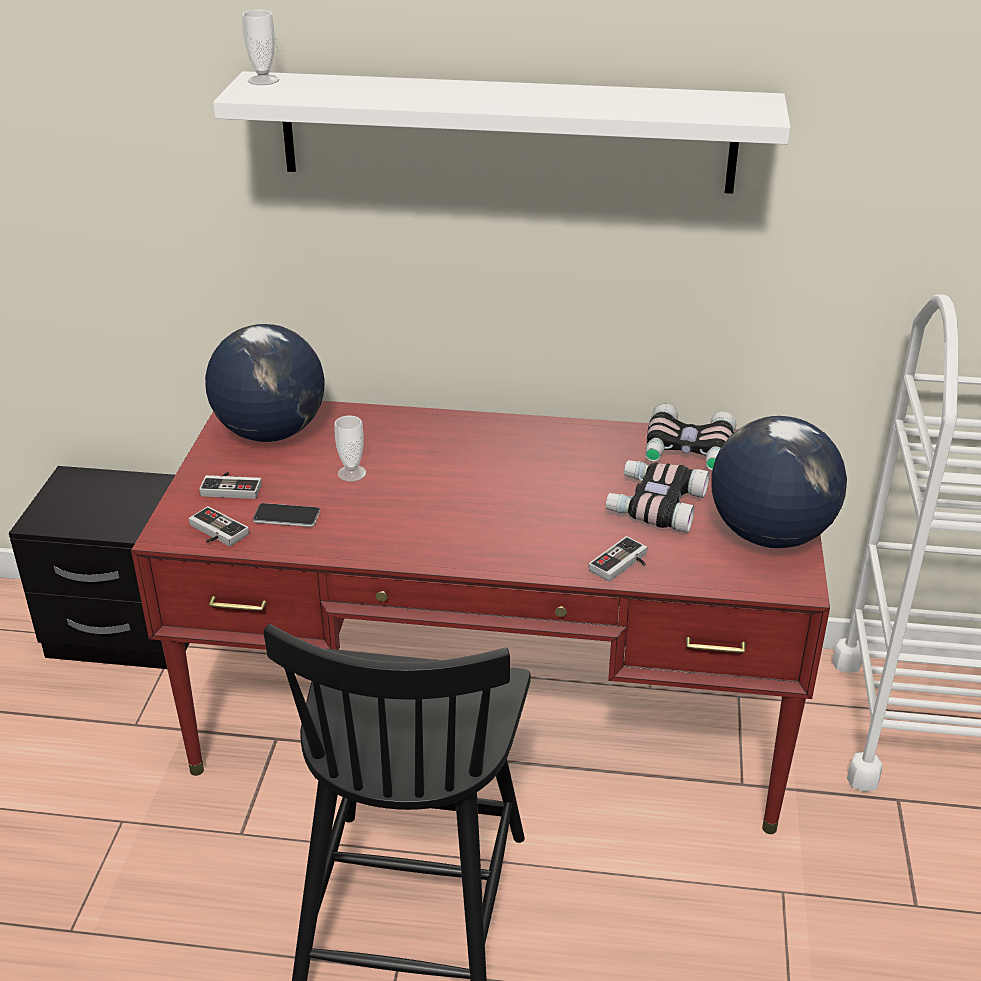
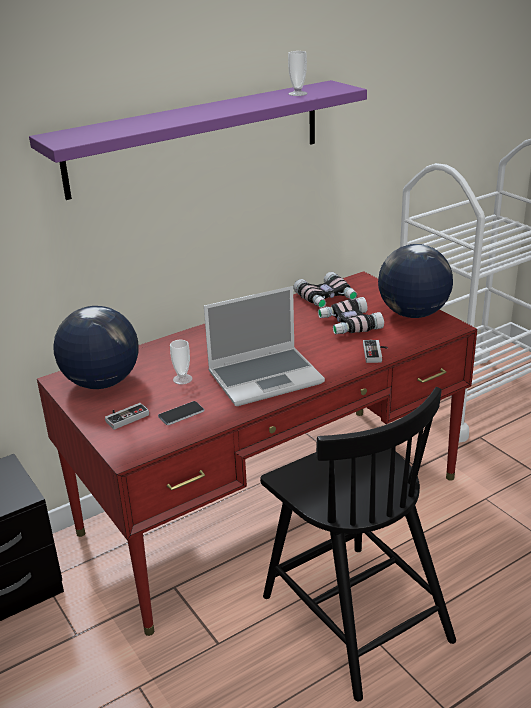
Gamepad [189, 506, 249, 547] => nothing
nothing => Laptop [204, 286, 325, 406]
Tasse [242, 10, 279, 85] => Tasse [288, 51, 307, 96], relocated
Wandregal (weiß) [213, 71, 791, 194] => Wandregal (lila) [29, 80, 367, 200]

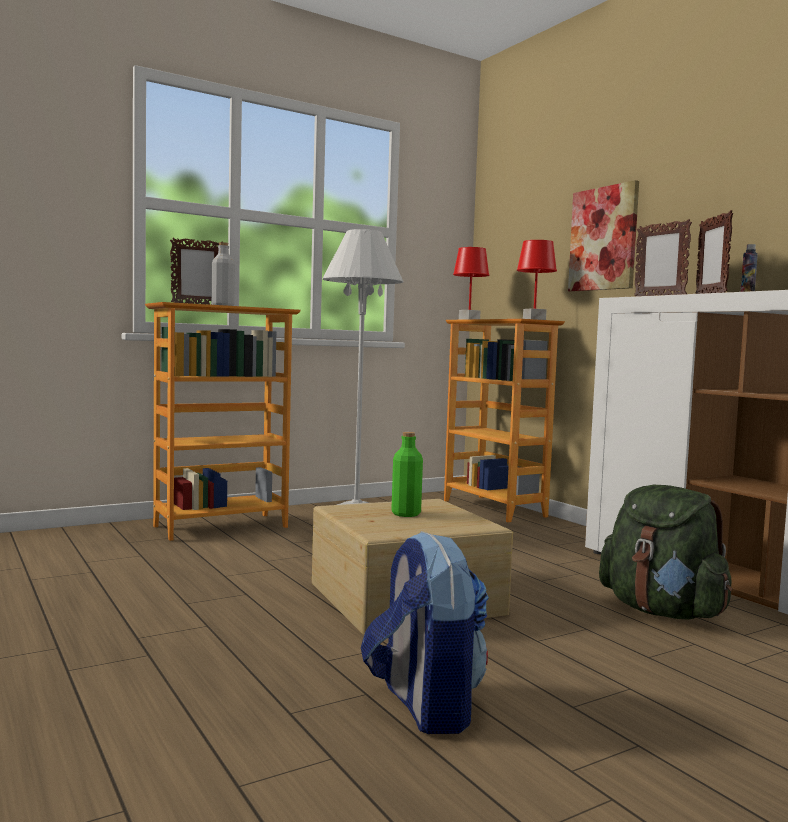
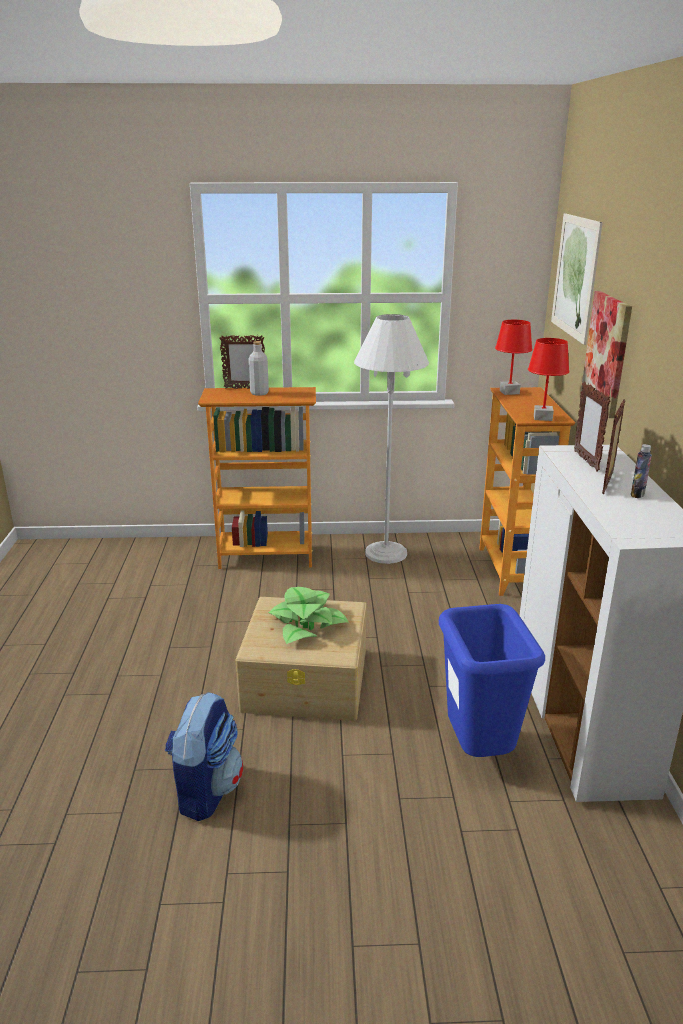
nothing => Bild [551, 213, 603, 345]
Flasche (grün) [391, 432, 423, 517] => Topfpflanze [268, 587, 348, 644]
Rucksack (grün) [599, 485, 732, 620] => Mülleimer (blau) [439, 604, 545, 757]

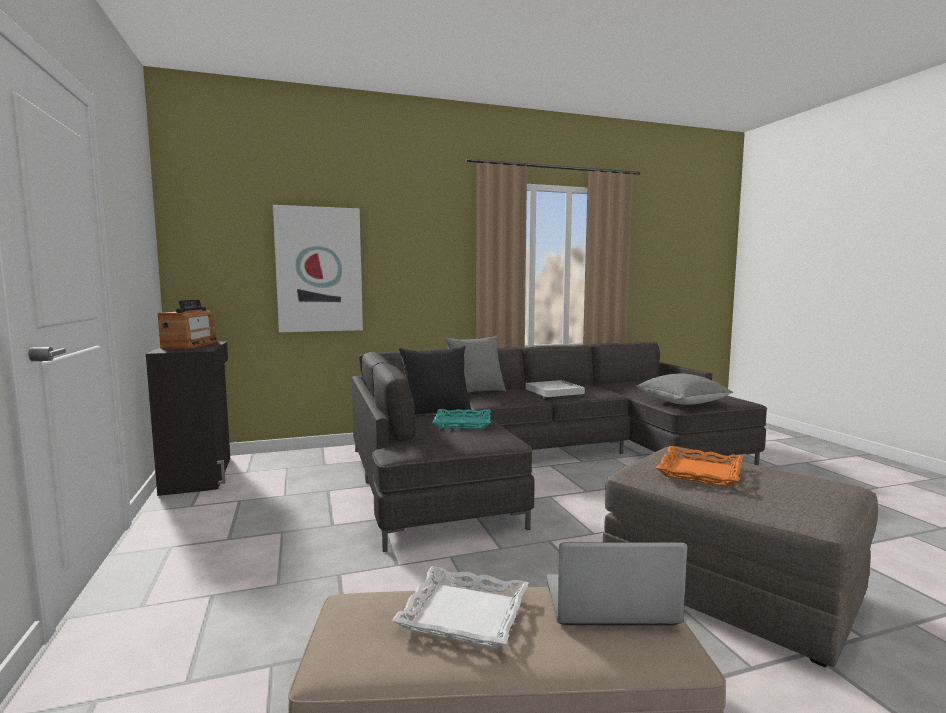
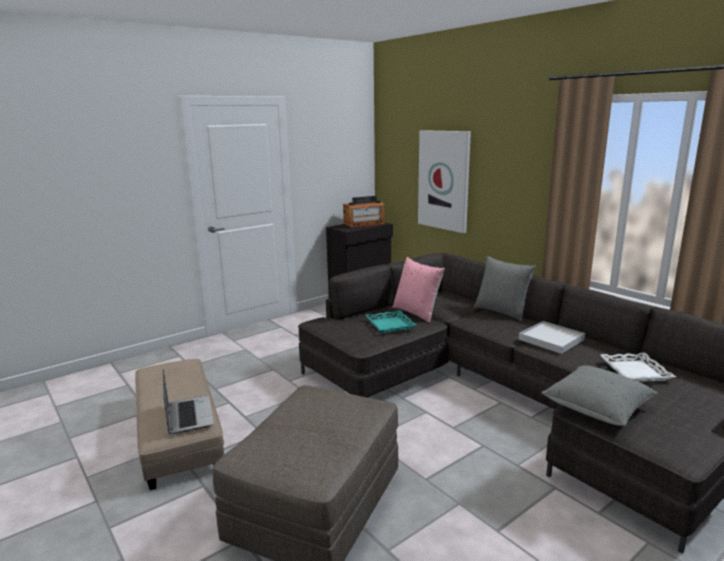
Tablett (orange) [656, 446, 743, 487] => nothing
Tablett (weiß) [392, 566, 529, 648] => Tablett (weiß) [600, 353, 676, 382], relocated
Kissen (schwarz) [399, 346, 471, 415] => Kissen (rosa) [393, 257, 445, 323]

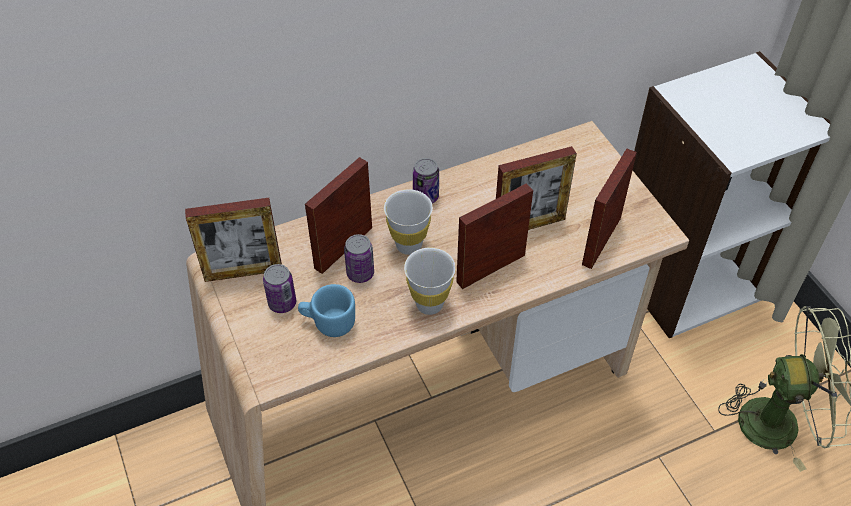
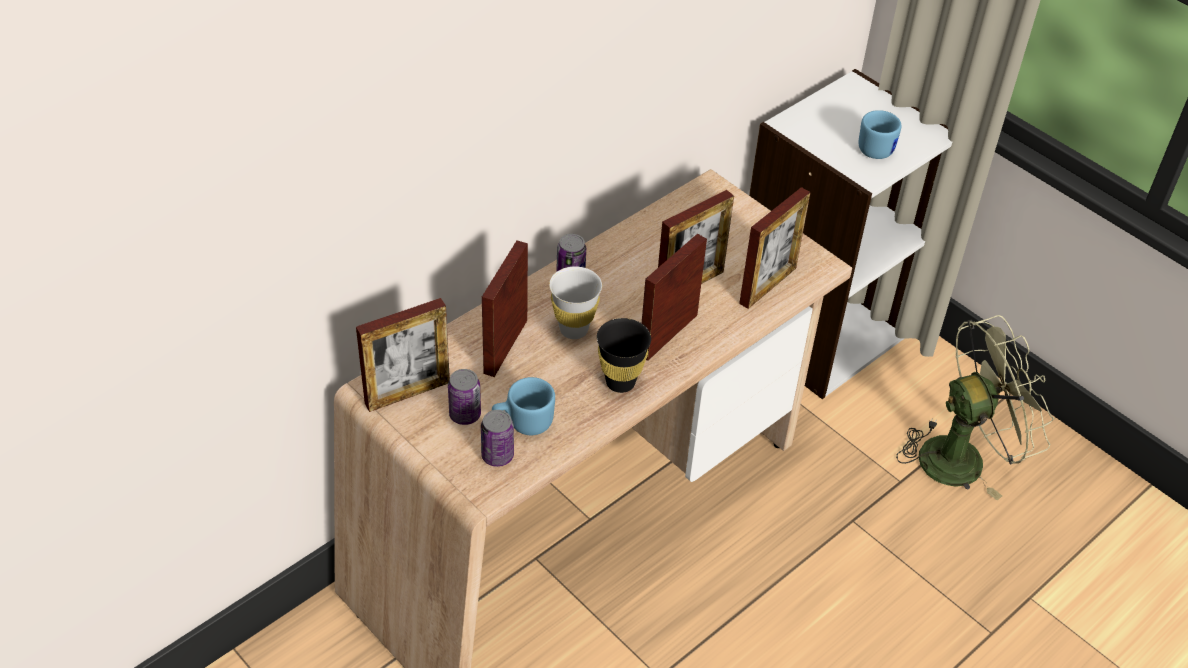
nothing => Henkelbecher (blau) [859, 110, 901, 159]
Dose [344, 234, 374, 283] => Dose [481, 410, 514, 467], relocated
Tasse (weiß) [404, 248, 456, 315] => Tasse (schwarz) [597, 318, 651, 393]
Bilderrahmen [582, 149, 637, 269] => Bilderrahmen [739, 187, 811, 309], 150 degrees counterclockwise

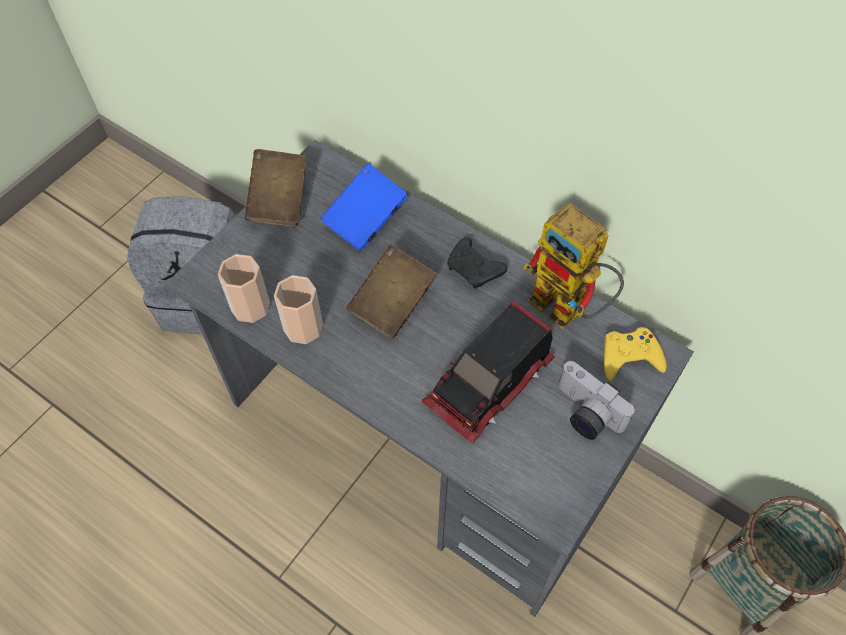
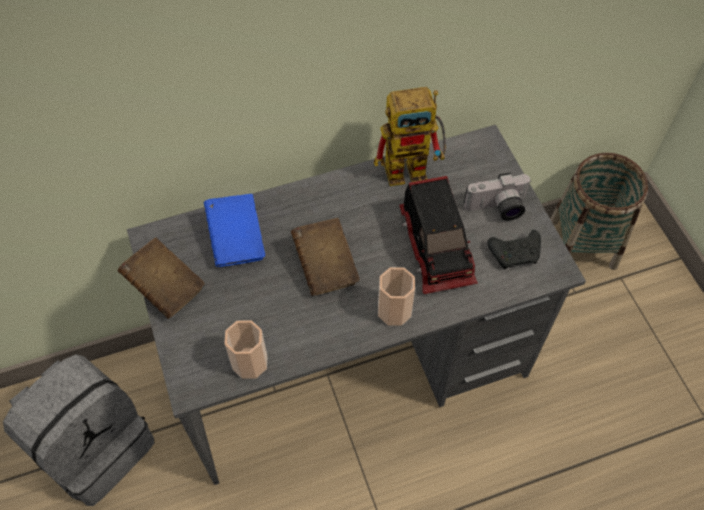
Gamepad (gelb) [604, 327, 667, 381] => nothing
Tasse [274, 275, 323, 344] => Tasse [378, 267, 415, 326], relocated
Gamepad (schwarz) [447, 237, 507, 289] => Gamepad (schwarz) [487, 230, 541, 269], relocated

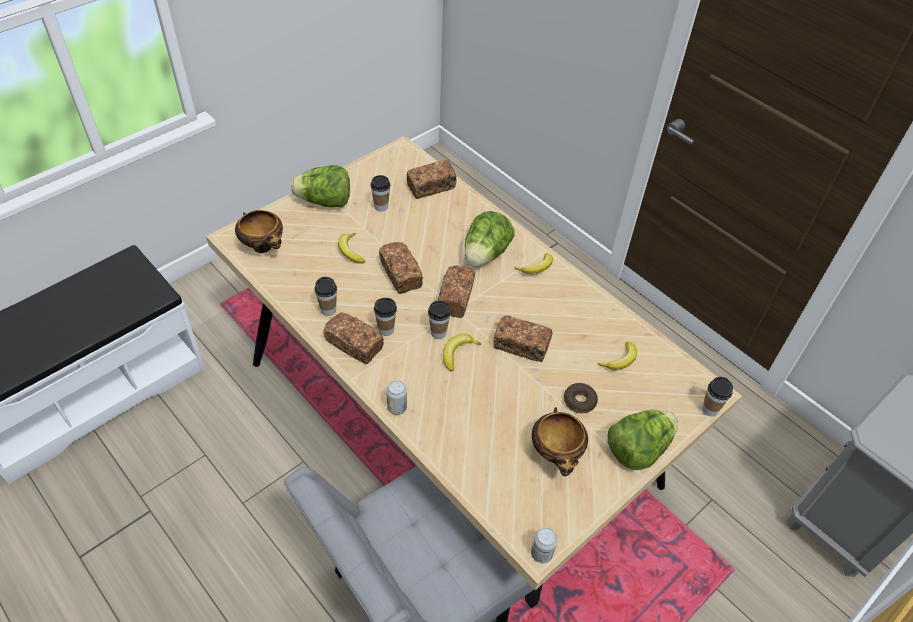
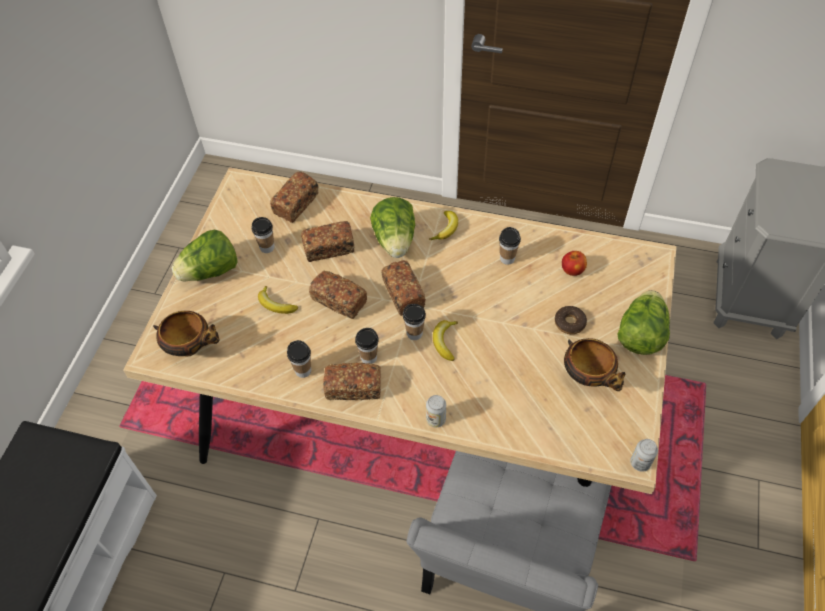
Brot [493, 315, 553, 362] => Brot [301, 221, 354, 262], relocated
Tasse [702, 377, 733, 417] => Tasse [499, 227, 521, 265], relocated
Banane [598, 342, 637, 370] => Apfel [562, 251, 587, 276]

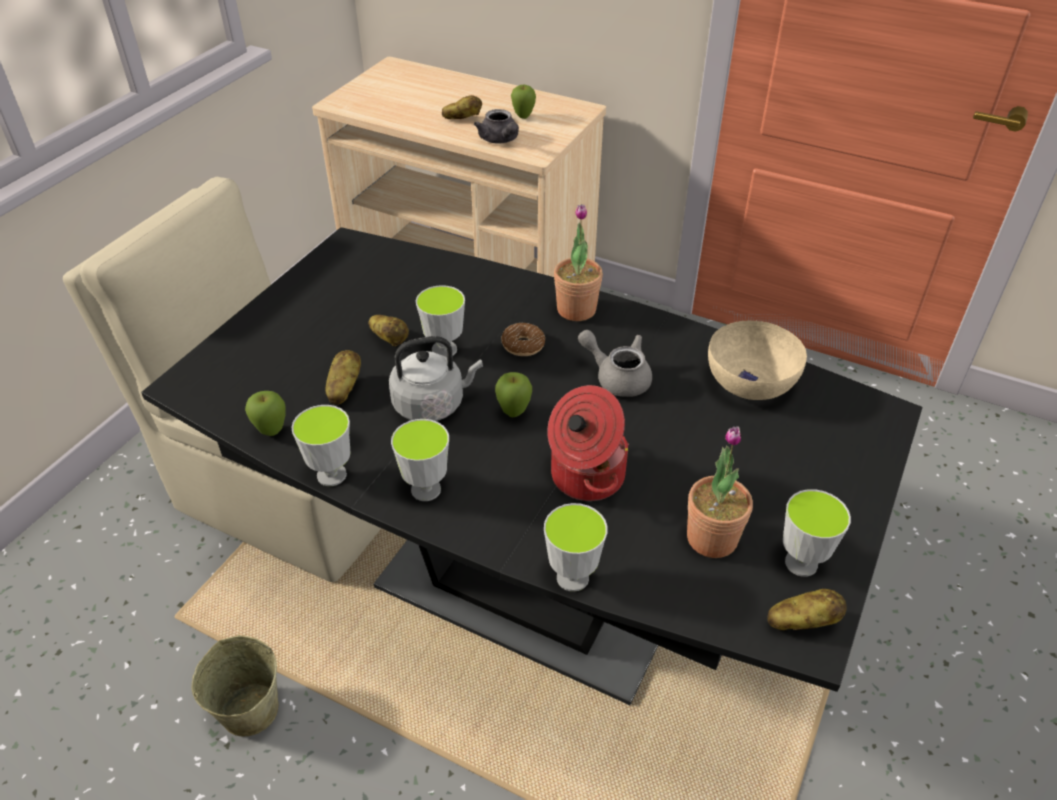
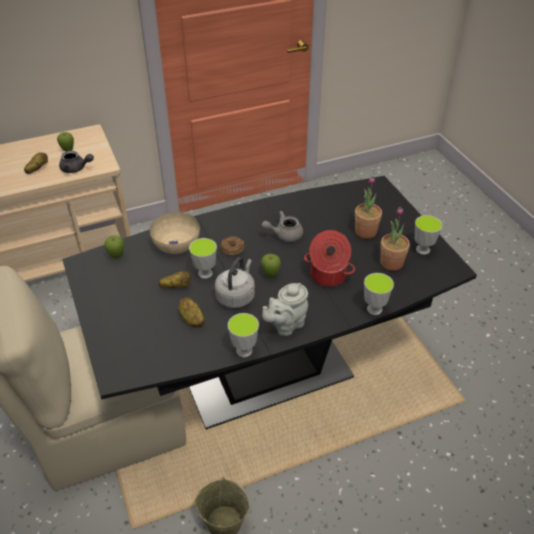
Kartoffel [767, 589, 846, 631] => nothing
Apfel [245, 391, 286, 436] => Apfel [104, 236, 124, 259], relocated
Topfpflanze [554, 204, 603, 321] => Topfpflanze [355, 176, 382, 239], relocated
Schüssel (beige) [708, 320, 807, 400] => Schüssel (beige) [150, 212, 200, 254], relocated
Tasse [391, 419, 449, 501] => Teekanne (grau) [262, 283, 308, 336]

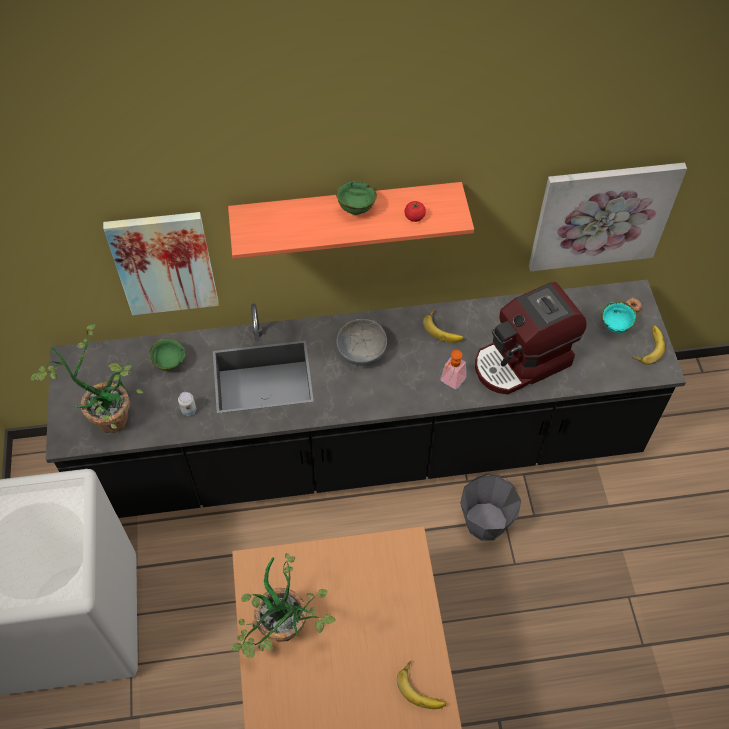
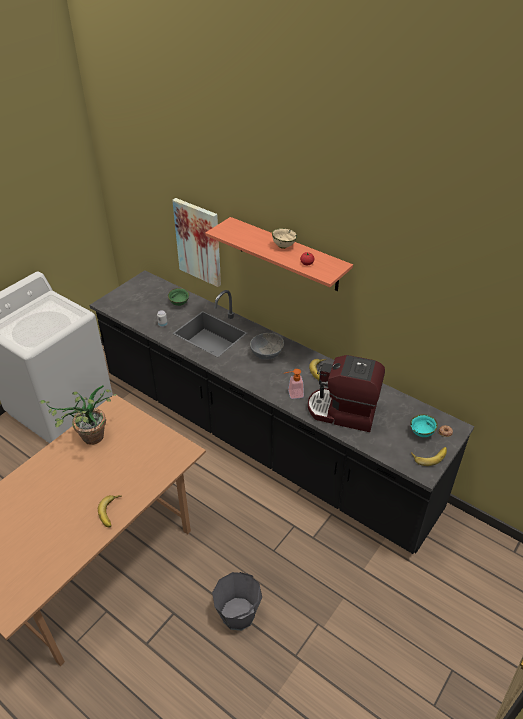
Topfpflanze [31, 324, 144, 433] => nothing
Bild [529, 163, 687, 271] => nothing
Eimer (grau) [460, 473, 521, 541] => Eimer (grau) [212, 572, 262, 631], relocated
Schüssel (grün) [336, 181, 377, 215] => Schüssel (beige) [272, 228, 297, 249]

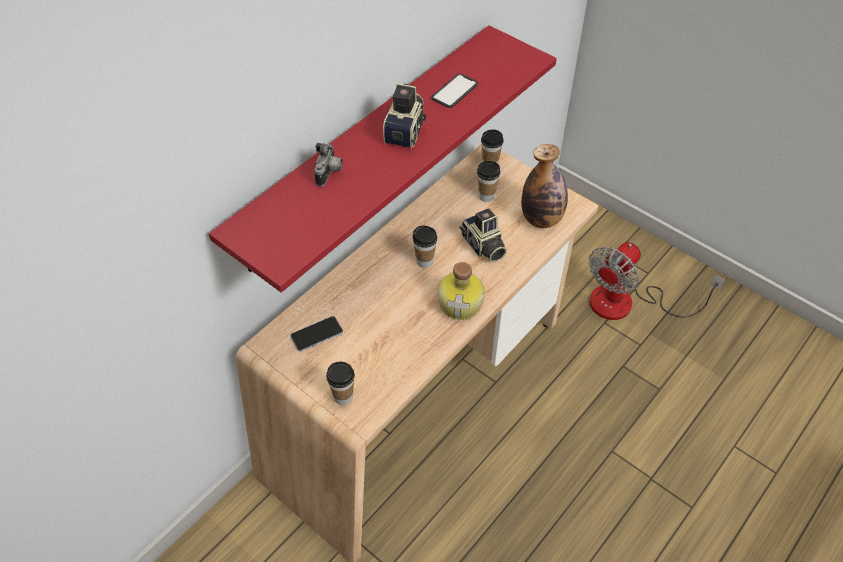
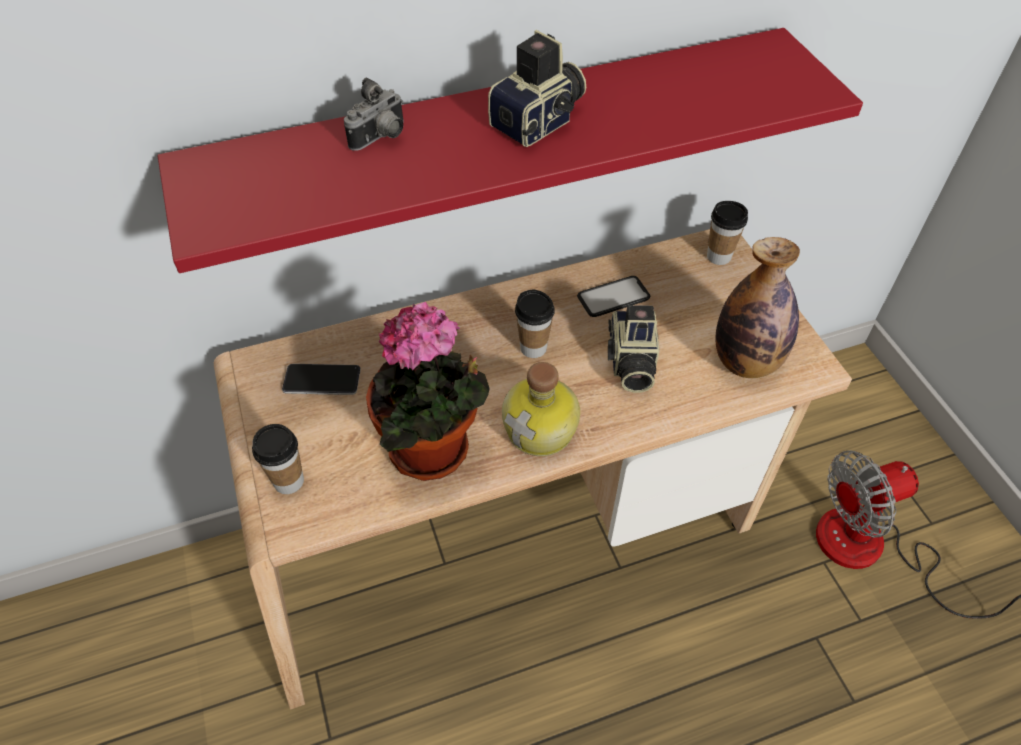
Tasse [477, 161, 500, 202] => nothing
nothing => Topfpflanze [366, 302, 490, 481]
Handy [431, 74, 478, 108] => Handy [577, 276, 651, 317], relocated

